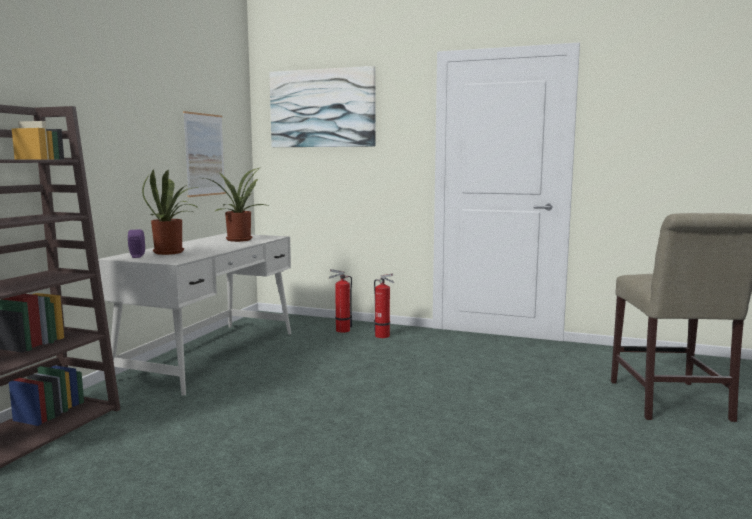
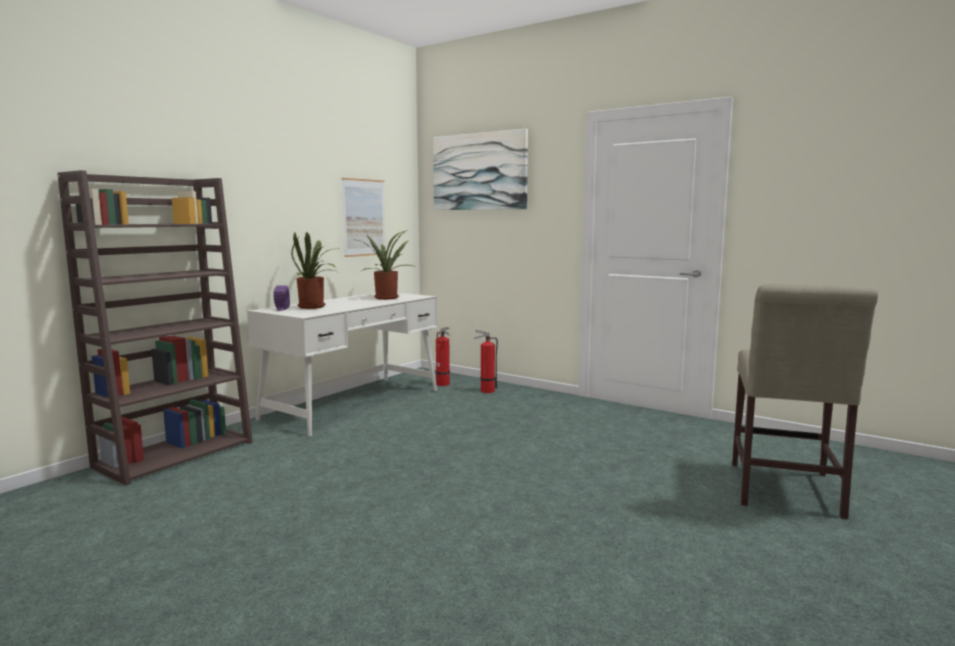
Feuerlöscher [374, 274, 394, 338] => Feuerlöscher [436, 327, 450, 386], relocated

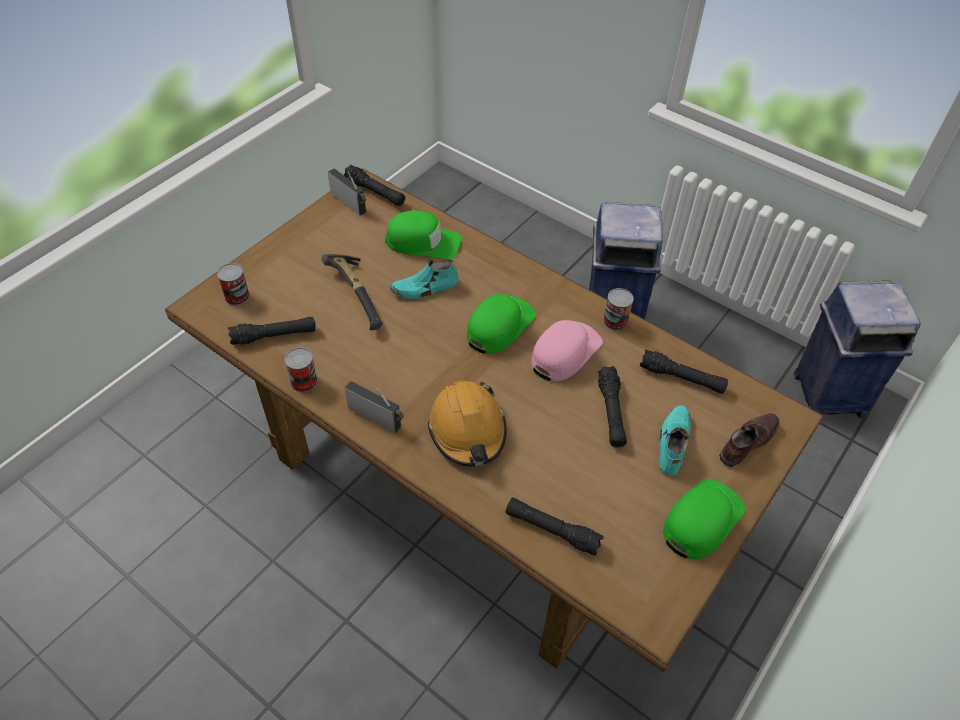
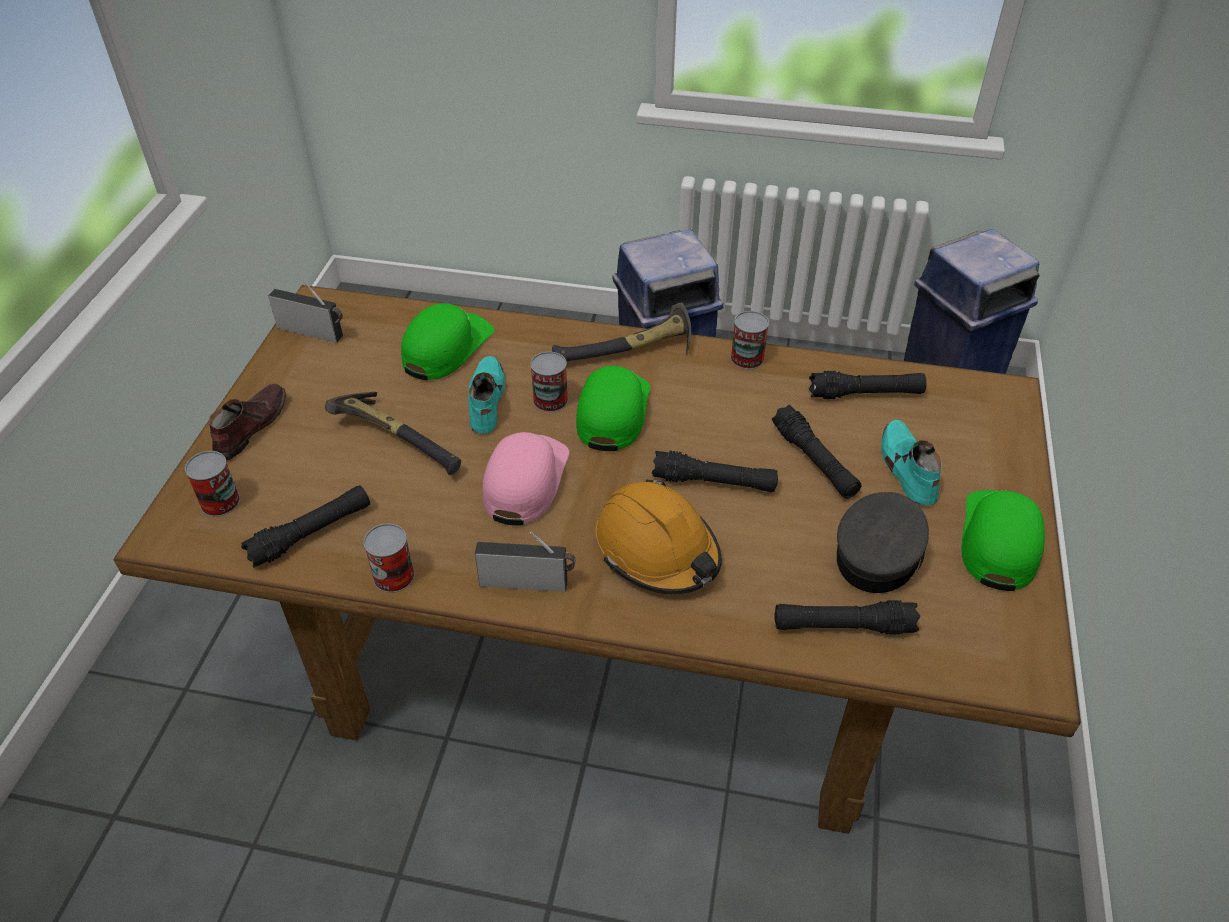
nothing => Dose [530, 352, 568, 412]
nothing => Hammer [552, 303, 691, 362]
nothing => Kappe (grau) [836, 492, 929, 593]
Taschenlampe (schwarz) [344, 165, 405, 206] => Taschenlampe (schwarz) [652, 451, 778, 492], relocated
Kappe (rosa) [531, 320, 603, 381] => Kappe (rosa) [483, 432, 569, 526], relocated
Schuh (braun) [719, 413, 780, 467] => Schuh (braun) [209, 384, 286, 460], relocated
Kappe (grün) [386, 210, 461, 259] => Kappe (grün) [401, 303, 494, 380], 45 degrees counterclockwise
Schuh (türkis) [390, 259, 459, 299] => Schuh (türkis) [469, 356, 505, 433], 135 degrees clockwise

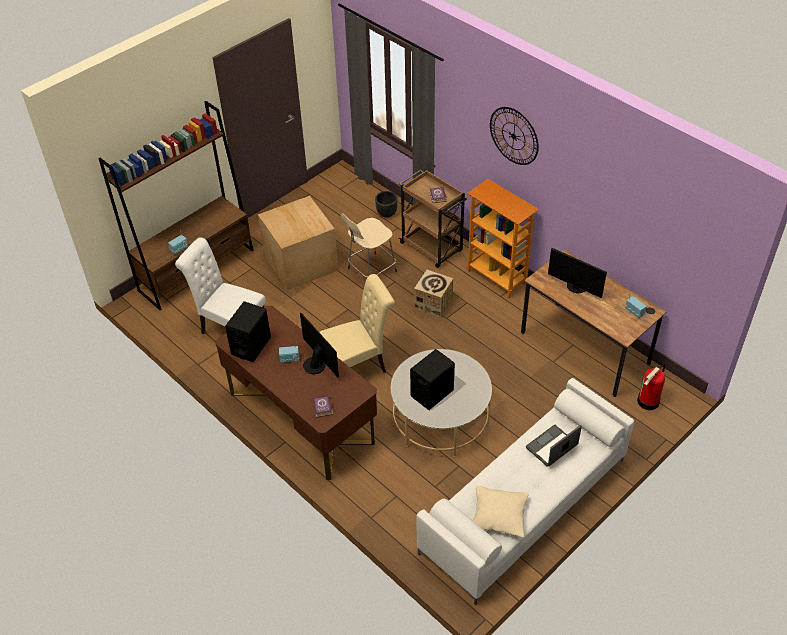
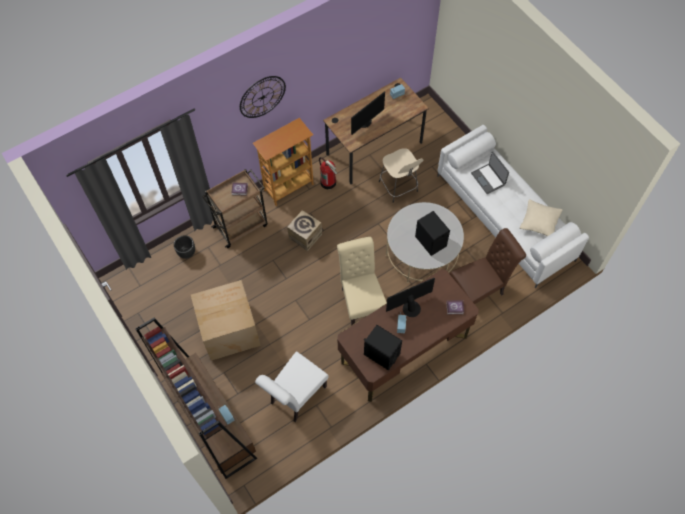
nothing => Stuhl (braun) [450, 228, 526, 304]
Hocker (beige) [341, 213, 397, 277] => Hocker (beige) [379, 148, 423, 203], relocated
Feuerlöscher [637, 364, 665, 410] => Feuerlöscher [319, 157, 337, 189], relocated

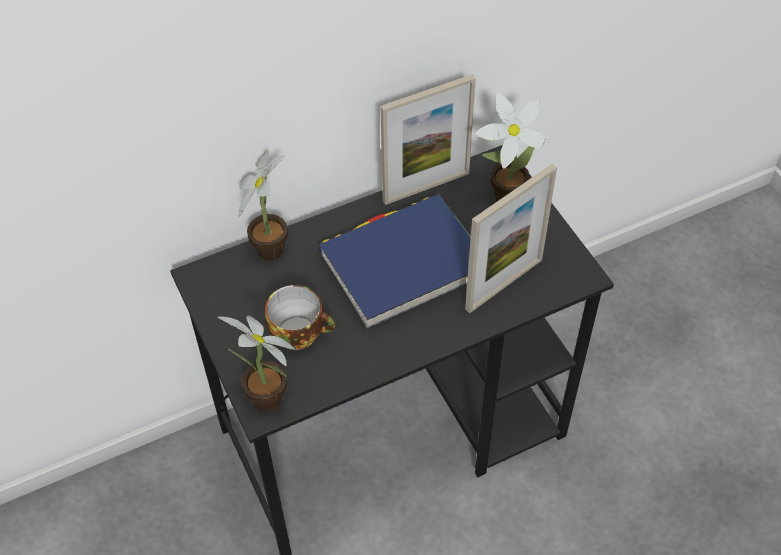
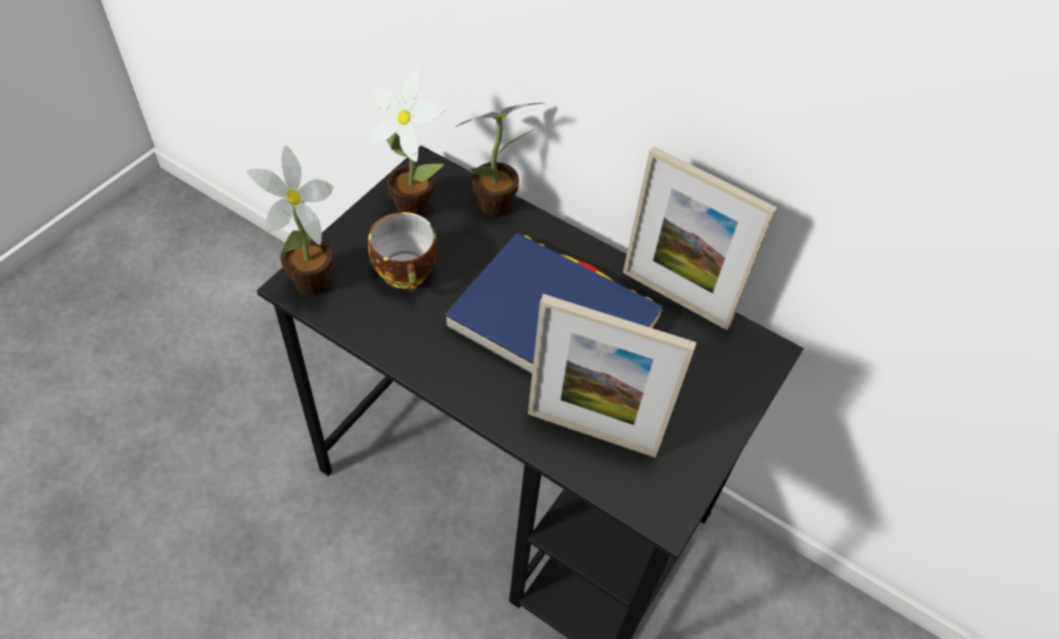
Topfpflanze [475, 93, 549, 201] => Topfpflanze [368, 68, 445, 216], relocated

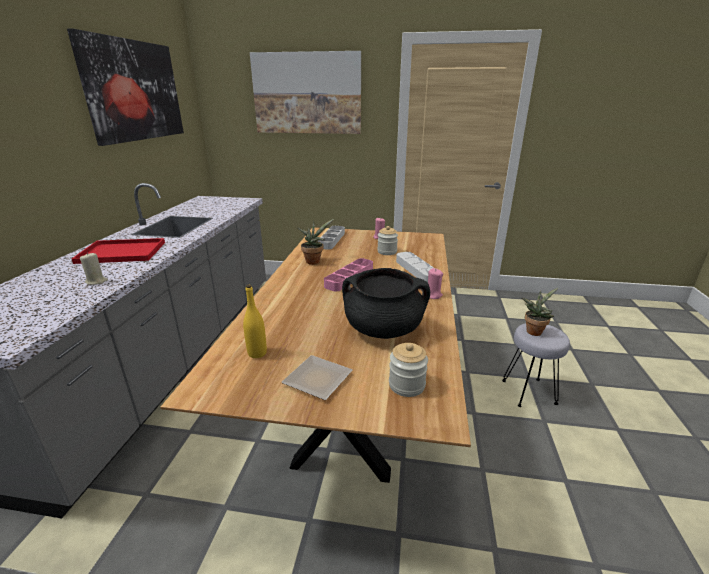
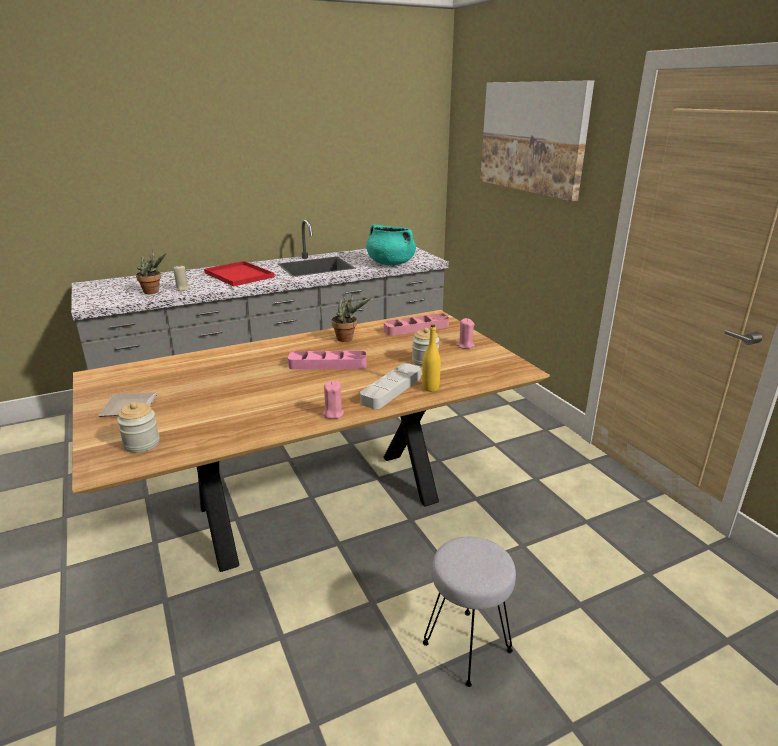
Bild [67, 28, 184, 146] => nothing
Kochtopf (schwarz) [342, 268, 430, 339] => nothing
nothing => Kochtopf (türkis) [366, 224, 416, 265]
Flasche (gelb) [243, 284, 267, 358] => Flasche (gelb) [422, 325, 441, 392], relocated
Topfpflanze [522, 288, 558, 336] => Topfpflanze [136, 250, 166, 294], relocated
Tablett (grau) [318, 226, 345, 250] => Tablett (rosa) [384, 313, 449, 336]

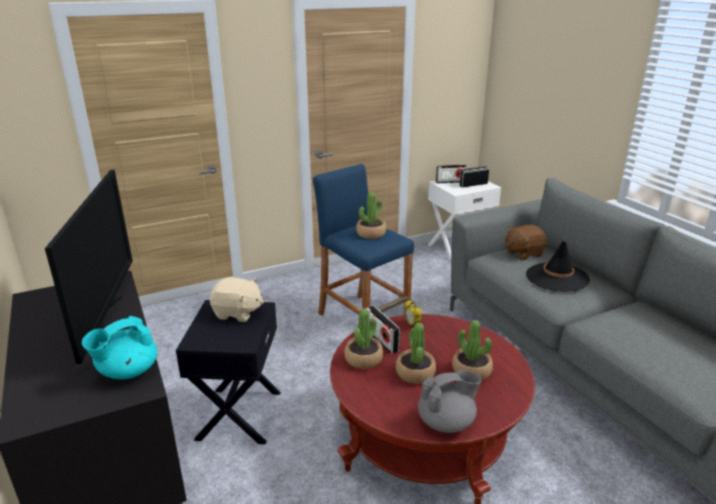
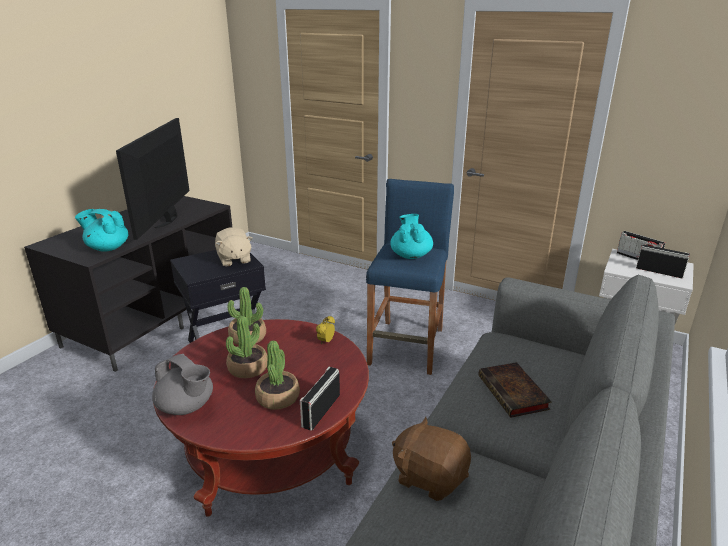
Radio [366, 306, 400, 354] => Radio [300, 367, 340, 431], relocated
Plüschtier (braun) [505, 225, 548, 260] => Plüschtier (braun) [392, 417, 471, 501], relocated
Topfpflanze [356, 192, 386, 239] => Teekanne (türkis) [390, 214, 433, 259]
Hut (schwarz) [526, 241, 590, 292] => Buch [478, 362, 552, 418]
Fernseher [45, 170, 133, 364] => Fernseher [116, 118, 190, 240], 135 degrees clockwise

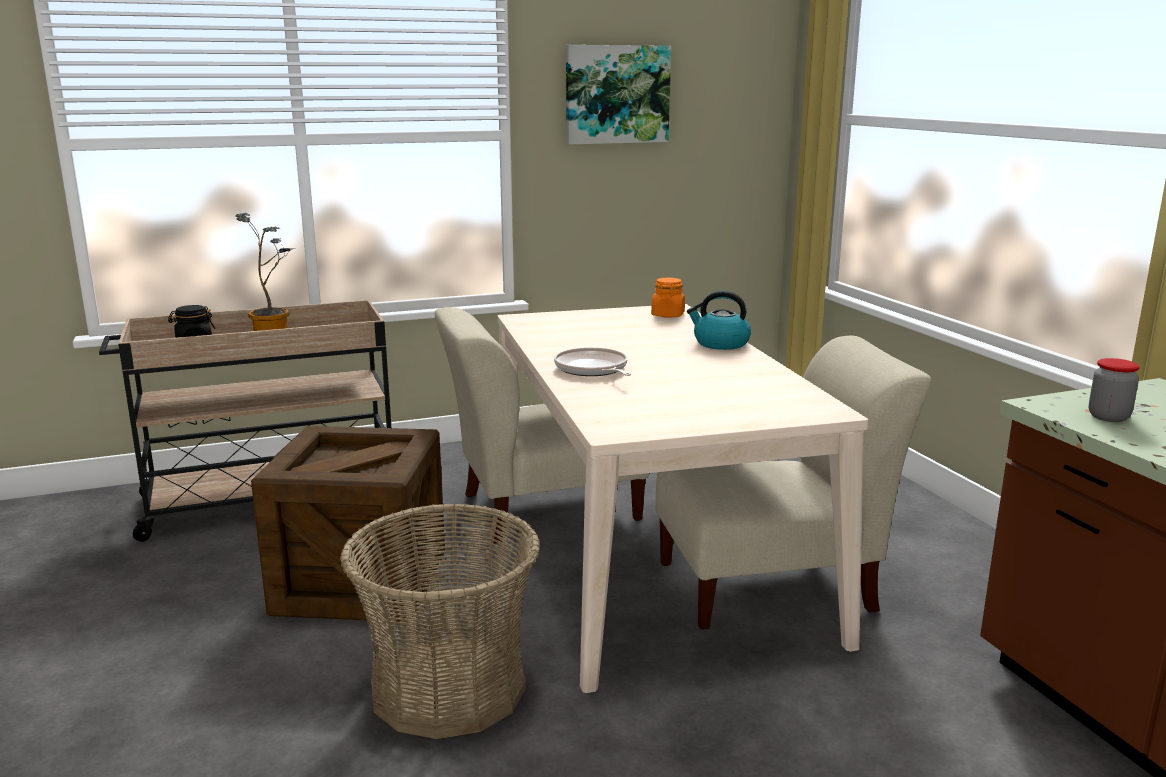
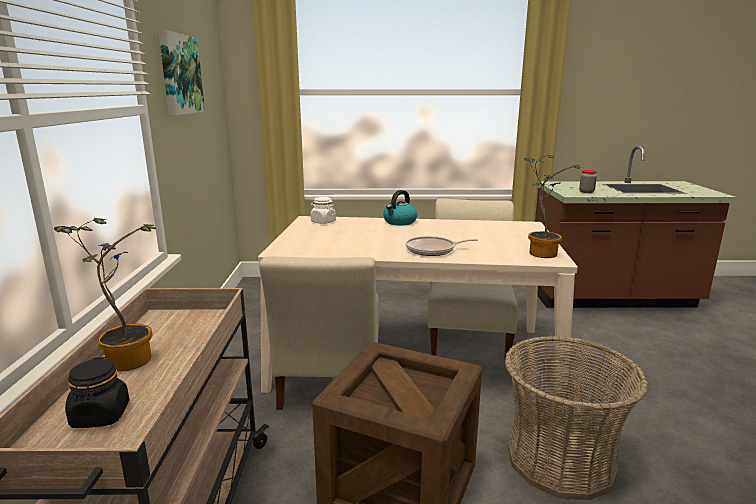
nothing => Topfpflanze [524, 155, 583, 258]
Vorratsglas (orange) [651, 278, 685, 318] => Vorratsglas (weiß) [310, 197, 336, 224]

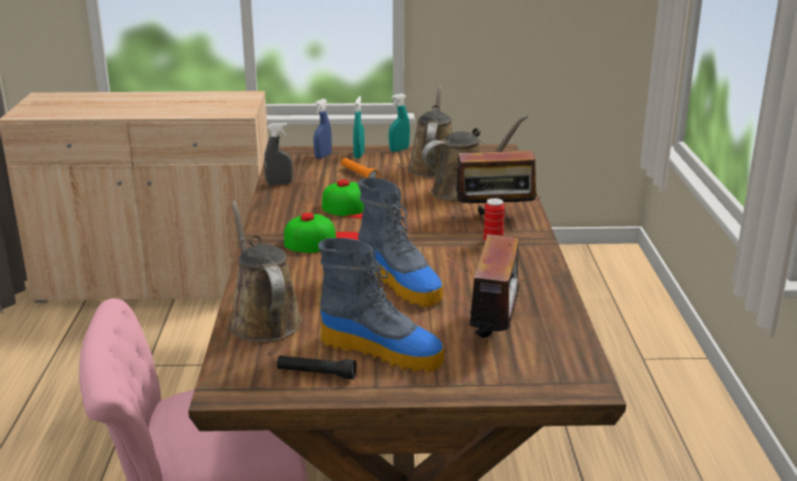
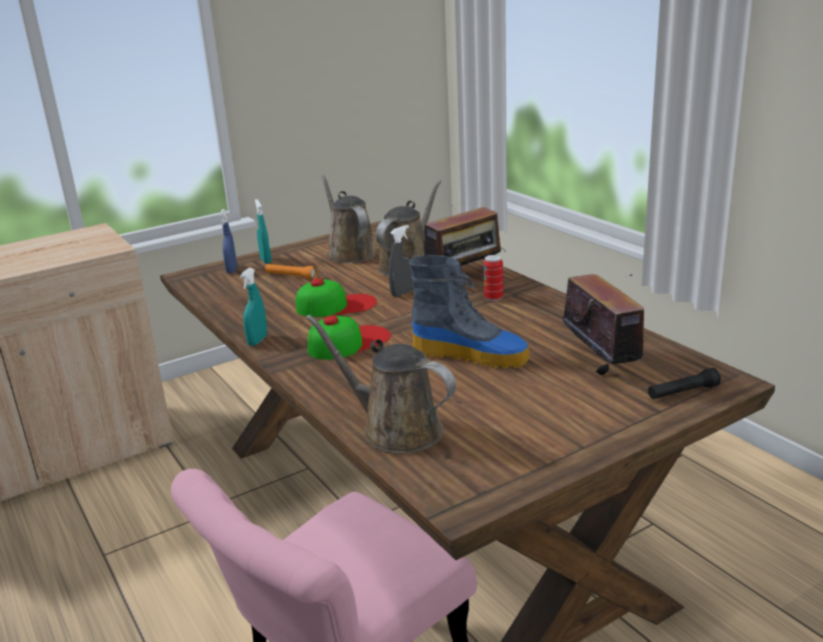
Stiefel [318, 238, 444, 372] => nothing
Sprühflasche (grau) [264, 123, 293, 185] => Sprühflasche (grau) [388, 225, 414, 297], relocated
Taschenlampe (schwarz) [277, 355, 356, 379] => Taschenlampe (schwarz) [648, 368, 721, 399], relocated
Sprühflasche (türkis) [389, 93, 410, 152] => Sprühflasche (türkis) [240, 268, 267, 346], relocated

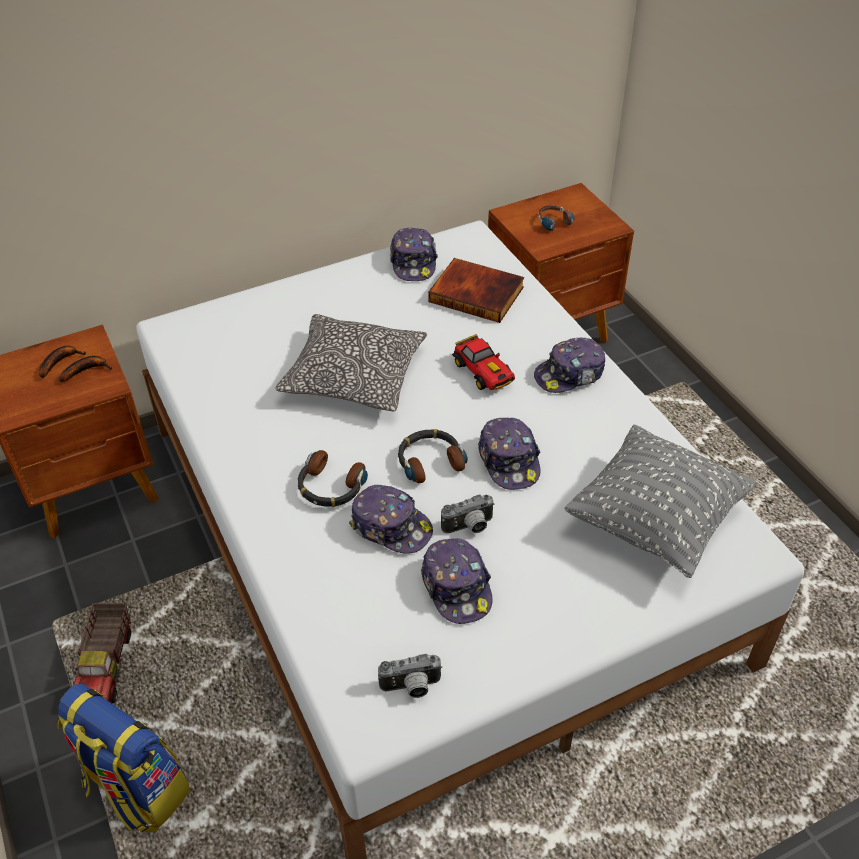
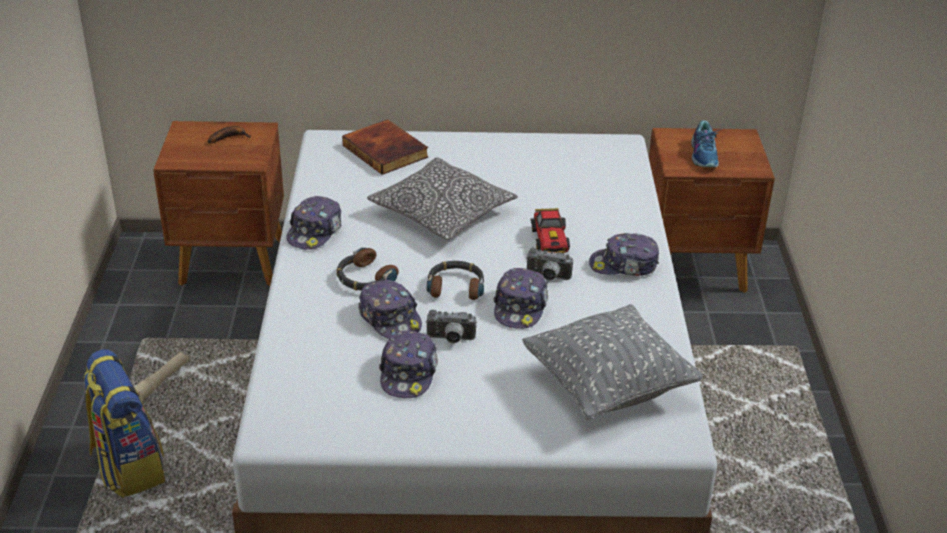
Banane [59, 356, 112, 382] => nothing
Kamera [378, 654, 442, 698] => Kamera [526, 247, 573, 280], relocated
Kappe [390, 228, 438, 281] => Kappe [286, 196, 342, 250], relocated
Buch [428, 258, 524, 323] => Buch [342, 119, 429, 175], relocated
Spielzeuglaster [73, 603, 131, 704] => Taschenlampe (beige) [134, 352, 189, 401]
Kopfhörer [538, 206, 575, 234] => Schuh [691, 120, 722, 167]

